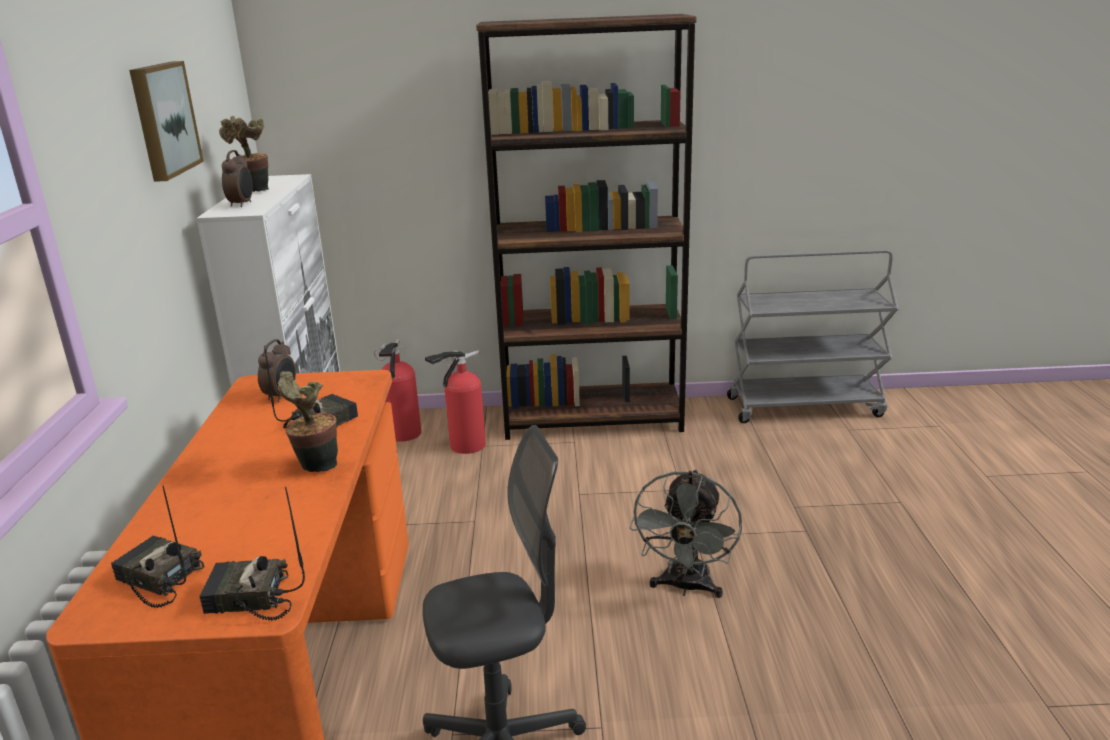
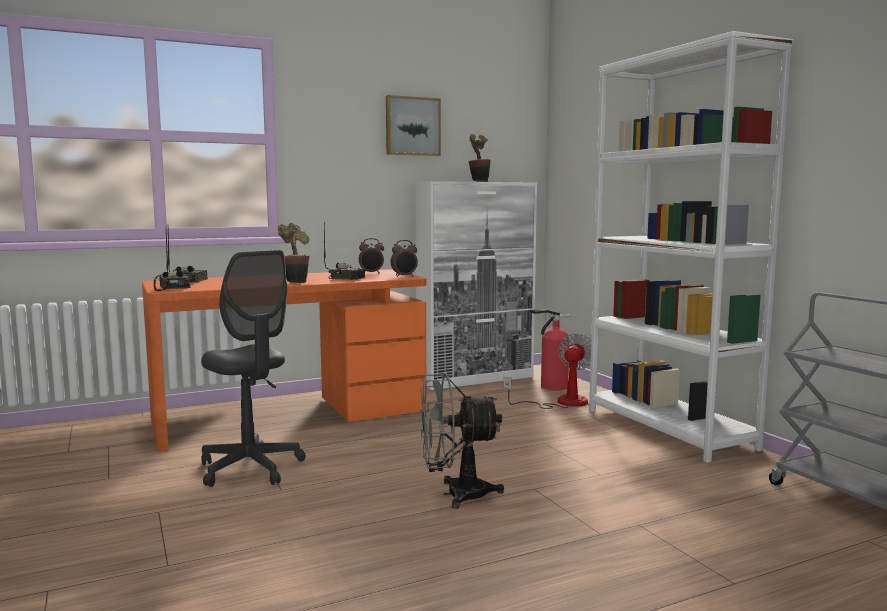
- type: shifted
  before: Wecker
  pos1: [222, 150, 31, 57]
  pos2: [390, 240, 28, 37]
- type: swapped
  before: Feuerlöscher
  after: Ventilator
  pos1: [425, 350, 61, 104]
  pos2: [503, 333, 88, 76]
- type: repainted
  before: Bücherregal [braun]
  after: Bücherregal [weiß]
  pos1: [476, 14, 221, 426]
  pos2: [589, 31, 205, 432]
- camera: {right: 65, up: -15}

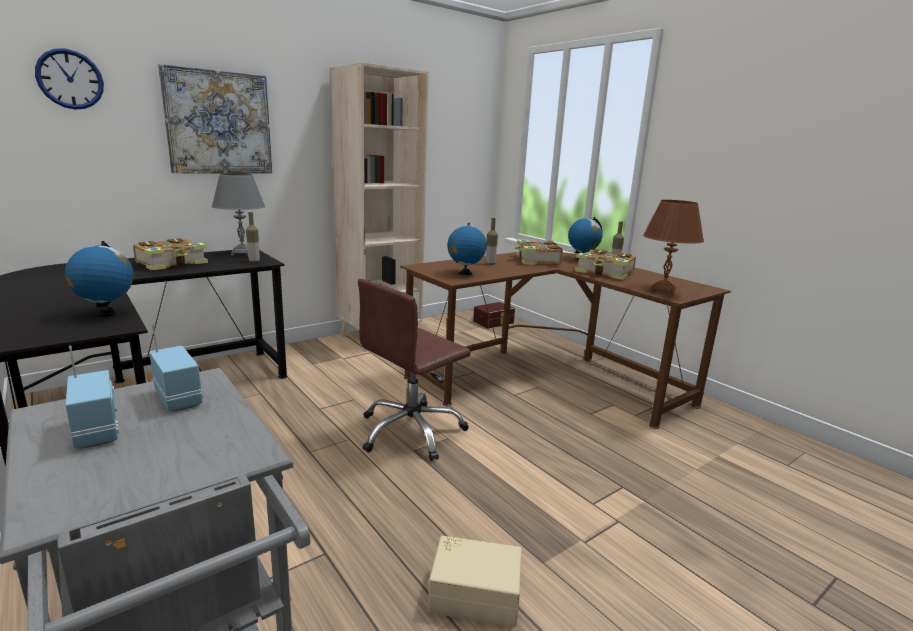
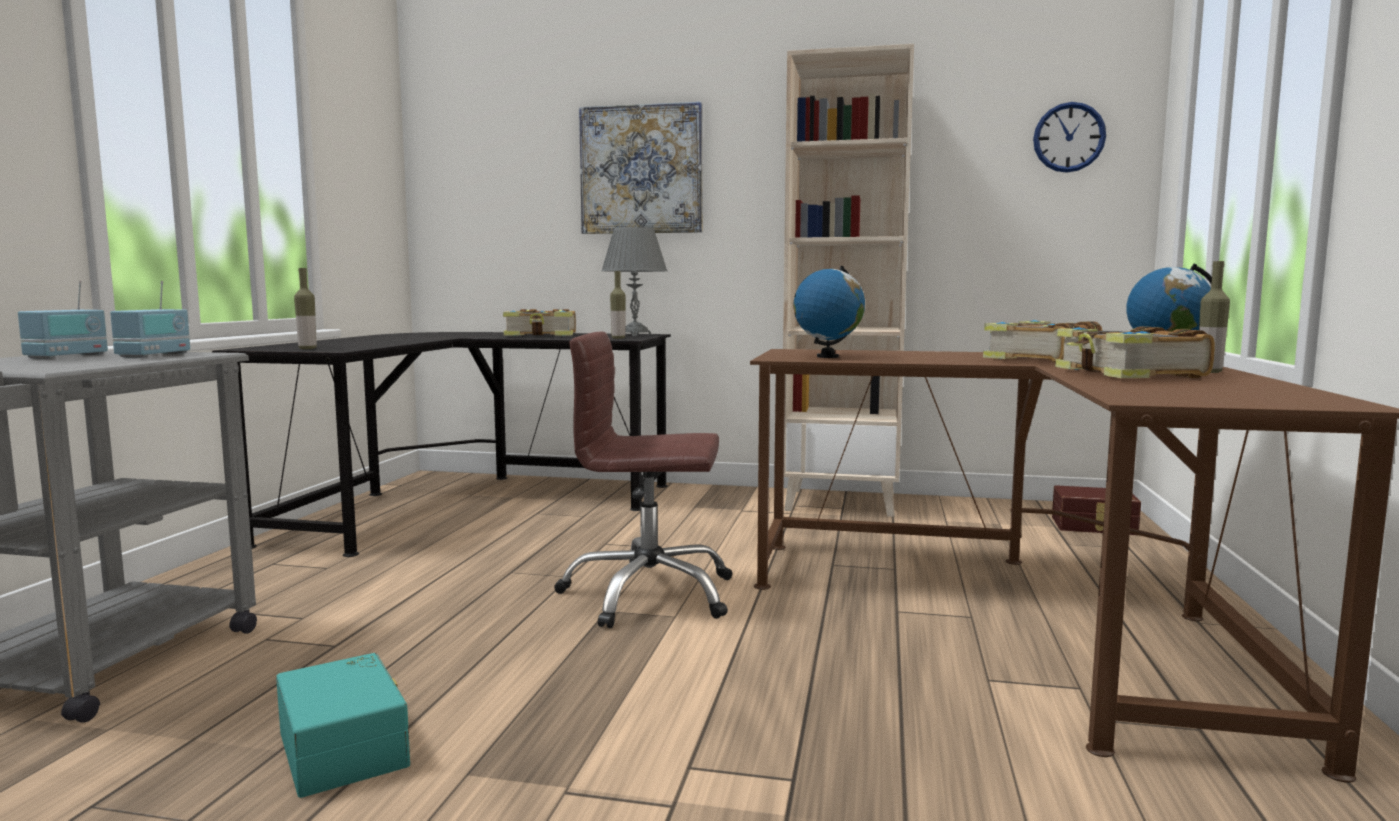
- type: repainted
  before: Aufbewahrungsbox [beige]
  after: Aufbewahrungsbox [türkis]
  pos1: [428, 535, 94, 92]
  pos2: [276, 653, 134, 145]
- type: shifted
  before: Flasche
  pos1: [486, 218, 12, 47]
  pos2: [294, 268, 23, 81]
- type: shifted
  before: Wanduhr
  pos1: [35, 48, 69, 62]
  pos2: [1033, 102, 73, 71]
- type: gone
  before: Globus
  pos1: [65, 241, 69, 76]
- type: gone
  before: Tischlampe [braun]
  pos1: [643, 200, 61, 95]
- camera: {right: 50, up: -10}

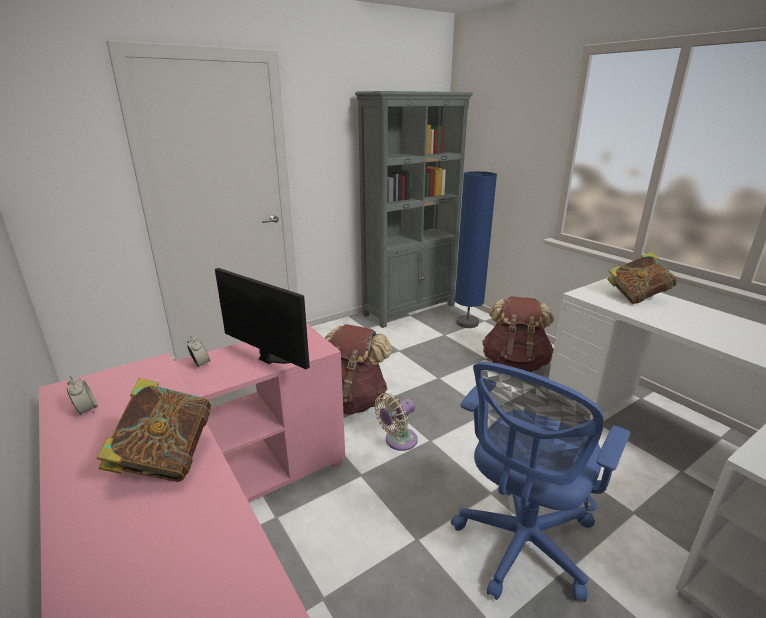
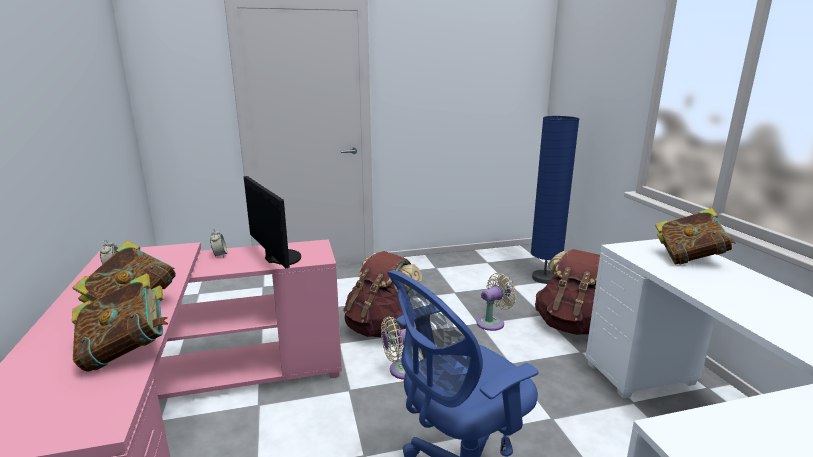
- type: new
  after: Buch
  pos2: [72, 273, 97, 99]
- type: new
  after: Ventilator [beige]
  pos2: [477, 273, 40, 58]
- type: gone
  before: Bücherregal [grau]
  pos1: [355, 91, 118, 237]
- camera: {right: 20, up: -5}

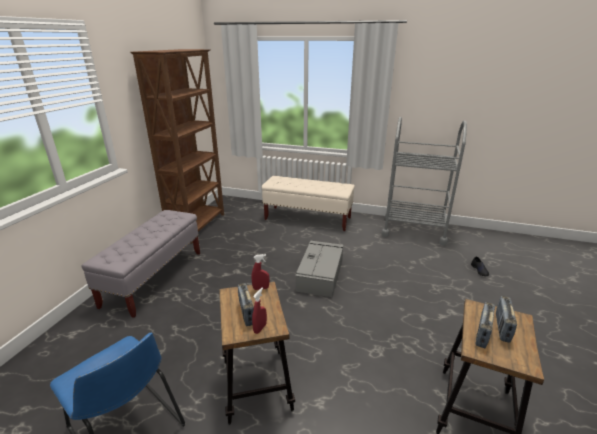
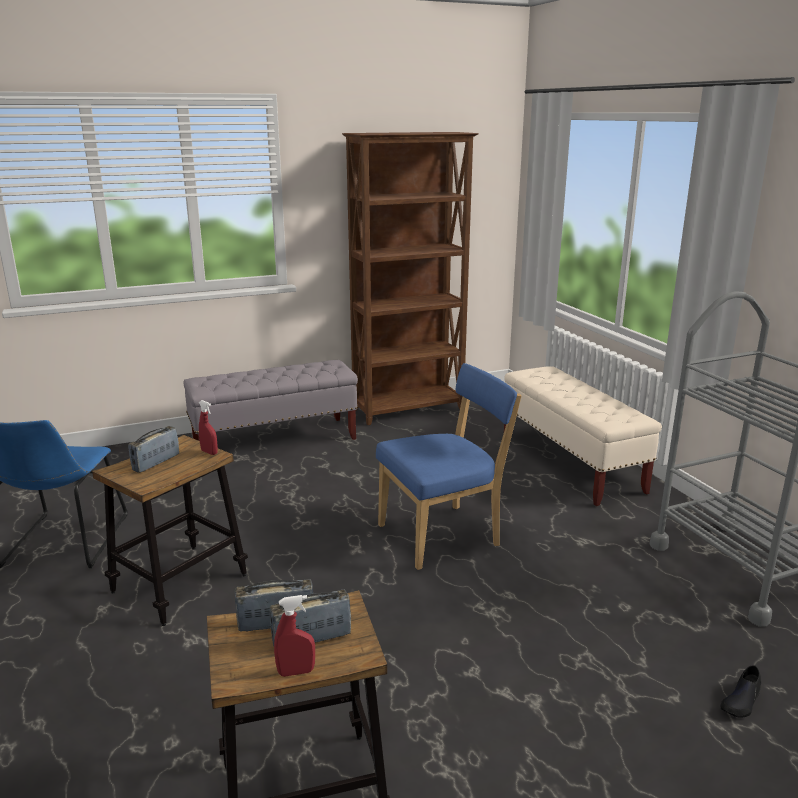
- type: shifted
  before: Sprühflasche [rot]
  pos1: [252, 288, 15, 46]
  pos2: [274, 595, 41, 82]
- type: swapped
  before: Aufbewahrungsbox [grau]
  after: Stuhl [blau]
  pos1: [296, 241, 48, 56]
  pos2: [376, 363, 145, 207]
- camera: {right: 50, up: -5}

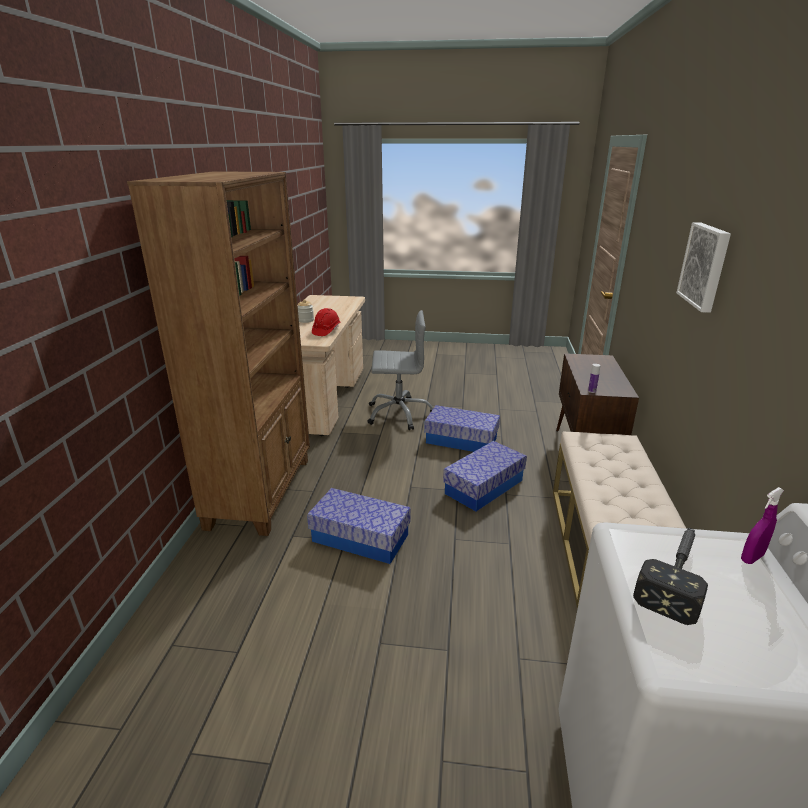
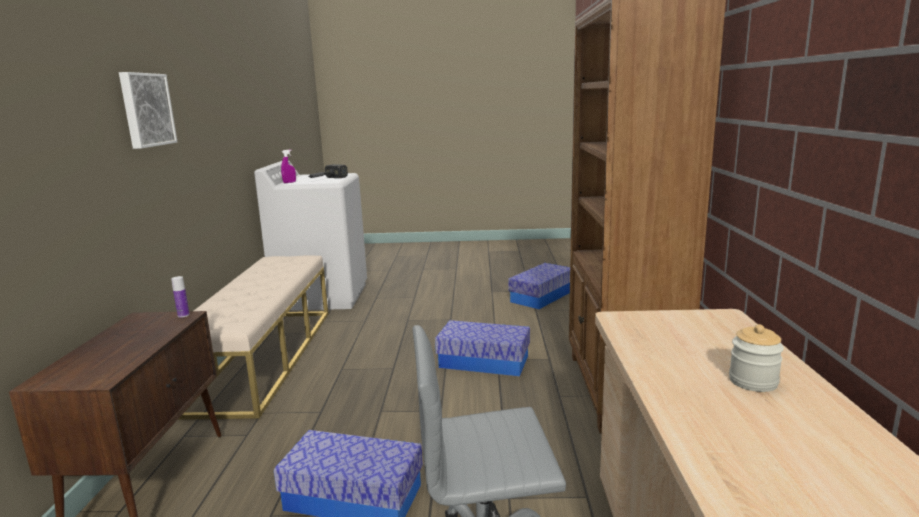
- type: shifted
  before: Aufbewahrungsbox
  pos1: [443, 441, 84, 71]
  pos2: [508, 263, 62, 46]
- type: gone
  before: Schutzhelm [rot]
  pos1: [312, 308, 29, 28]
- camera: {right: 175, up: -10}

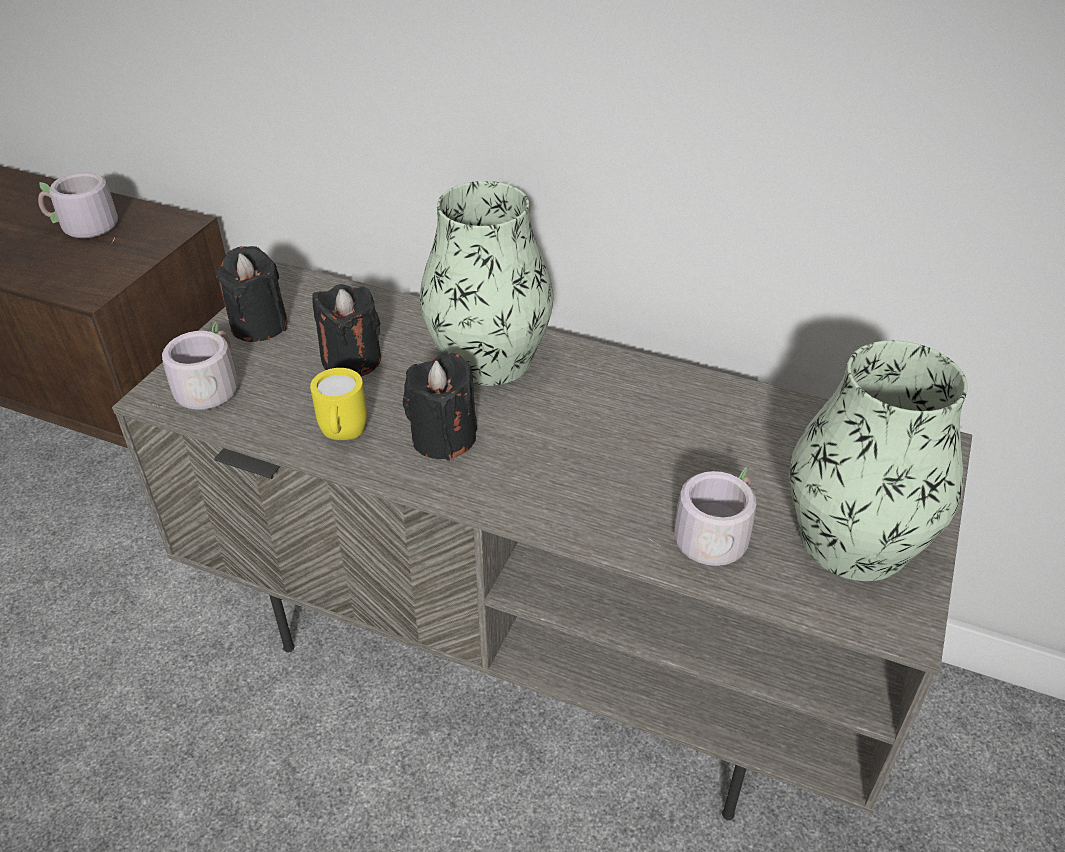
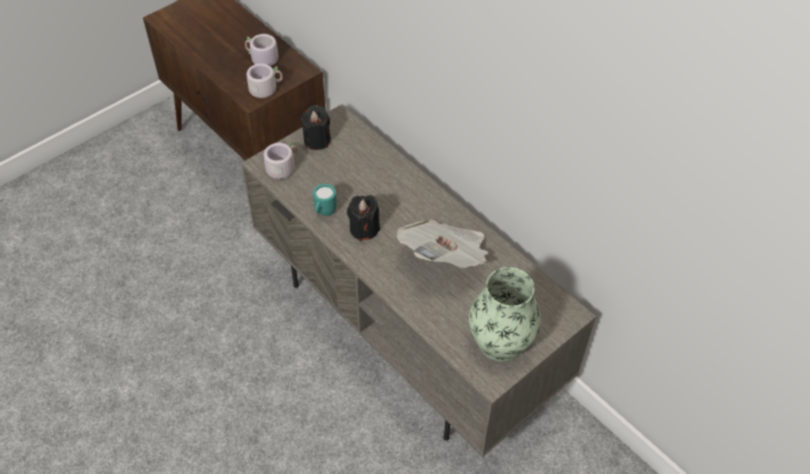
- type: shifted
  before: Henkelbecher [grau]
  pos1: [649, 467, 107, 99]
  pos2: [244, 64, 39, 34]
- type: repainted
  before: Henkelbecher [gelb]
  after: Henkelbecher [türkis]
  pos1: [310, 368, 57, 72]
  pos2: [313, 184, 24, 32]
- type: new
  after: Zeitung
  pos2: [397, 219, 91, 49]
- type: gone
  before: Kerze [schwarz]
  pos1: [312, 284, 69, 92]
- type: gone
  before: Vase
  pos1: [419, 181, 134, 205]
- camera: {right: 25, up: 10}

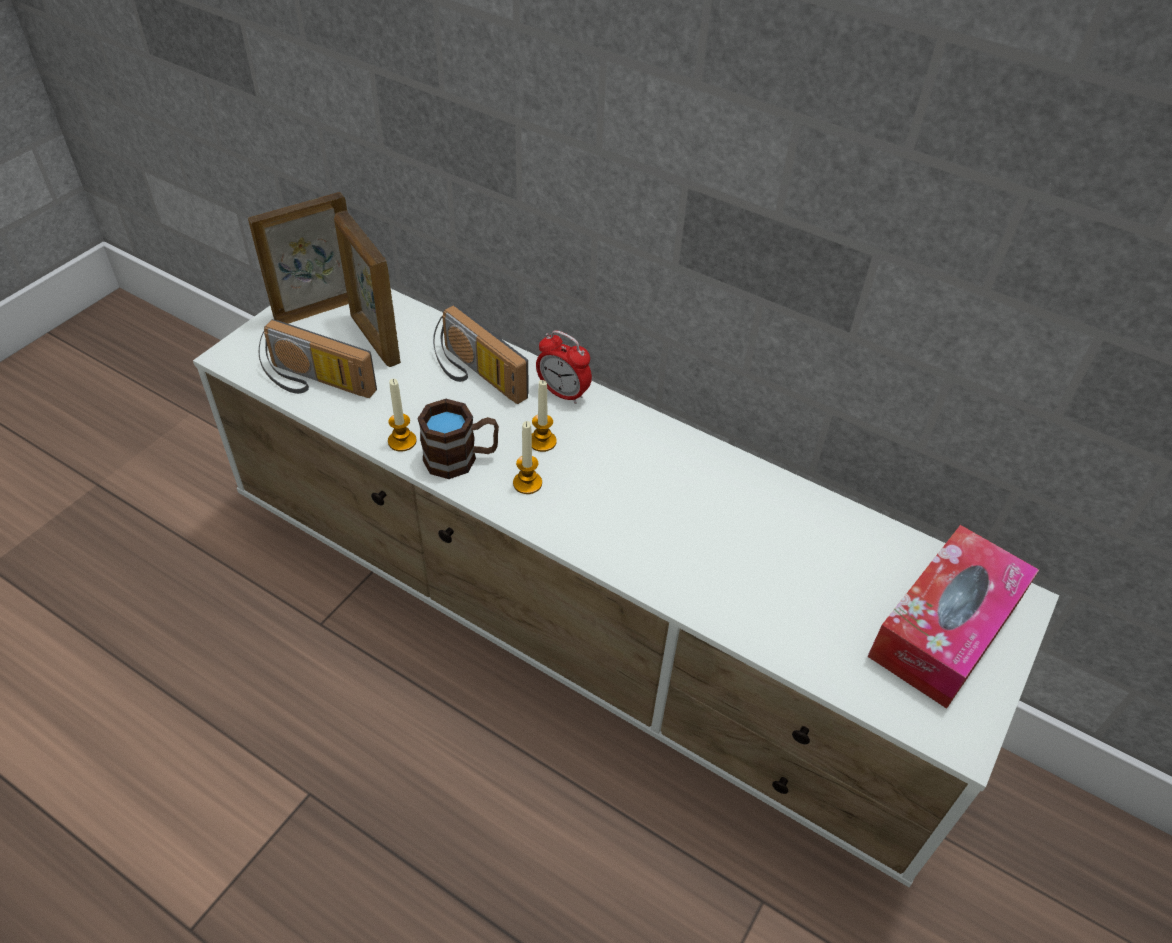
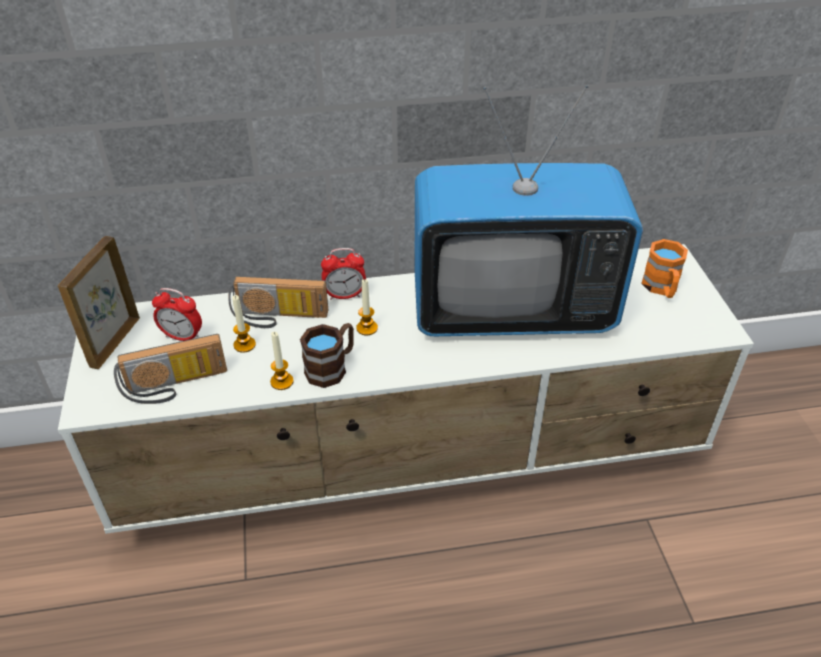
- type: swapped
  before: Bilderrahmen
  after: Wecker
  pos1: [334, 211, 67, 156]
  pos2: [152, 288, 50, 53]
- type: shifted
  before: Kerze
  pos1: [513, 421, 29, 73]
  pos2: [232, 295, 24, 58]
- type: new
  after: Fernseher
  pos2: [415, 85, 228, 251]
- type: swapped
  before: Taschentuchbox
  after: Henkelbecher [orange]
  pos1: [867, 525, 172, 184]
  pos2: [641, 239, 47, 59]
- camera: {right: -40, up: -5}

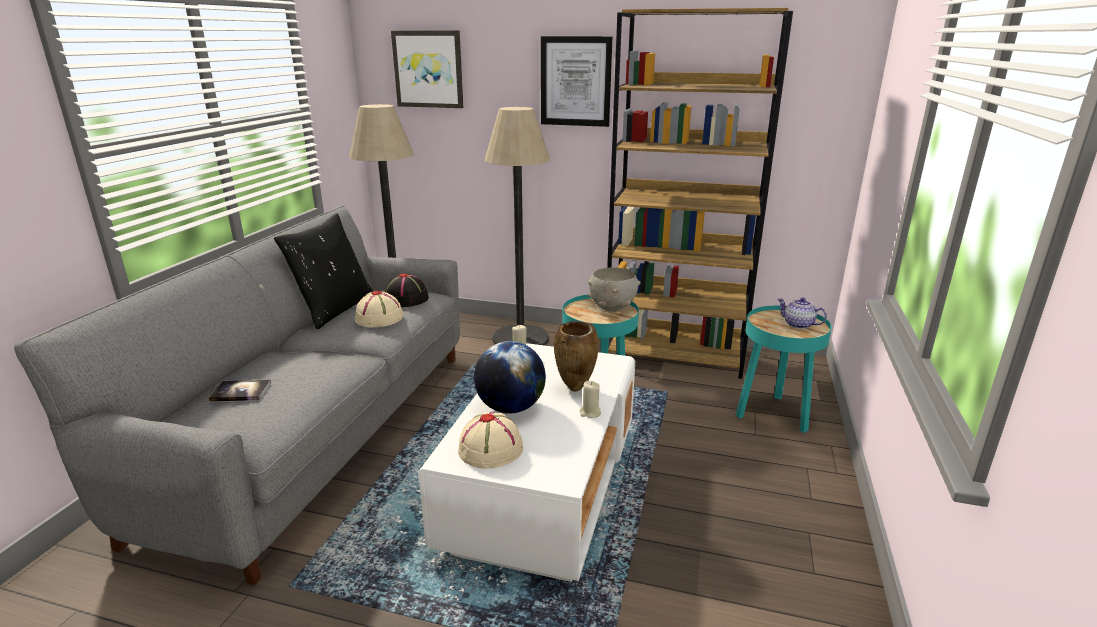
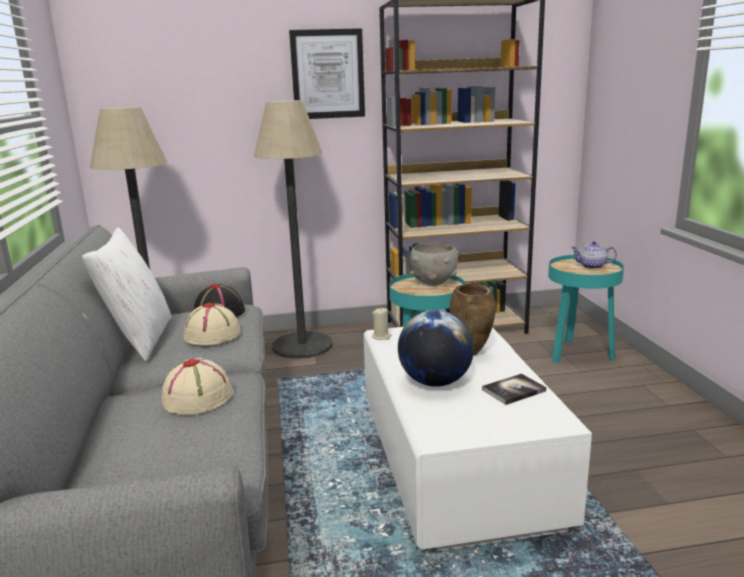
- type: repainted
  before: Kissen [schwarz]
  after: Kissen [weiß]
  pos1: [274, 213, 99, 117]
  pos2: [82, 228, 90, 133]
- type: shifted
  before: Hut [beige]
  pos1: [458, 412, 65, 57]
  pos2: [162, 358, 72, 57]
- type: shifted
  before: Buch
  pos1: [209, 379, 62, 23]
  pos2: [482, 374, 65, 31]
- type: gone
  before: Bild
  pos1: [391, 30, 73, 78]
- type: gone
  before: Kerze [beige]
  pos1: [580, 381, 21, 37]
- camera: {right: -25, up: -5}

